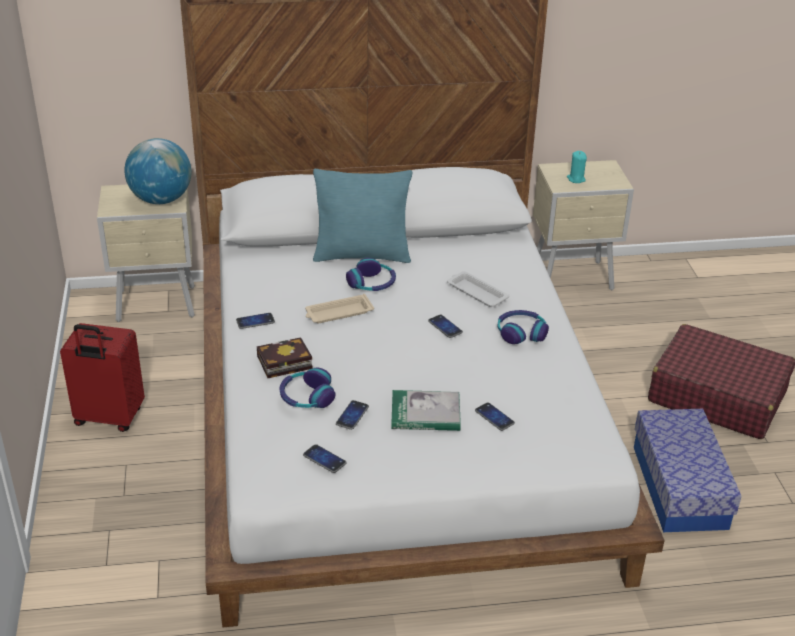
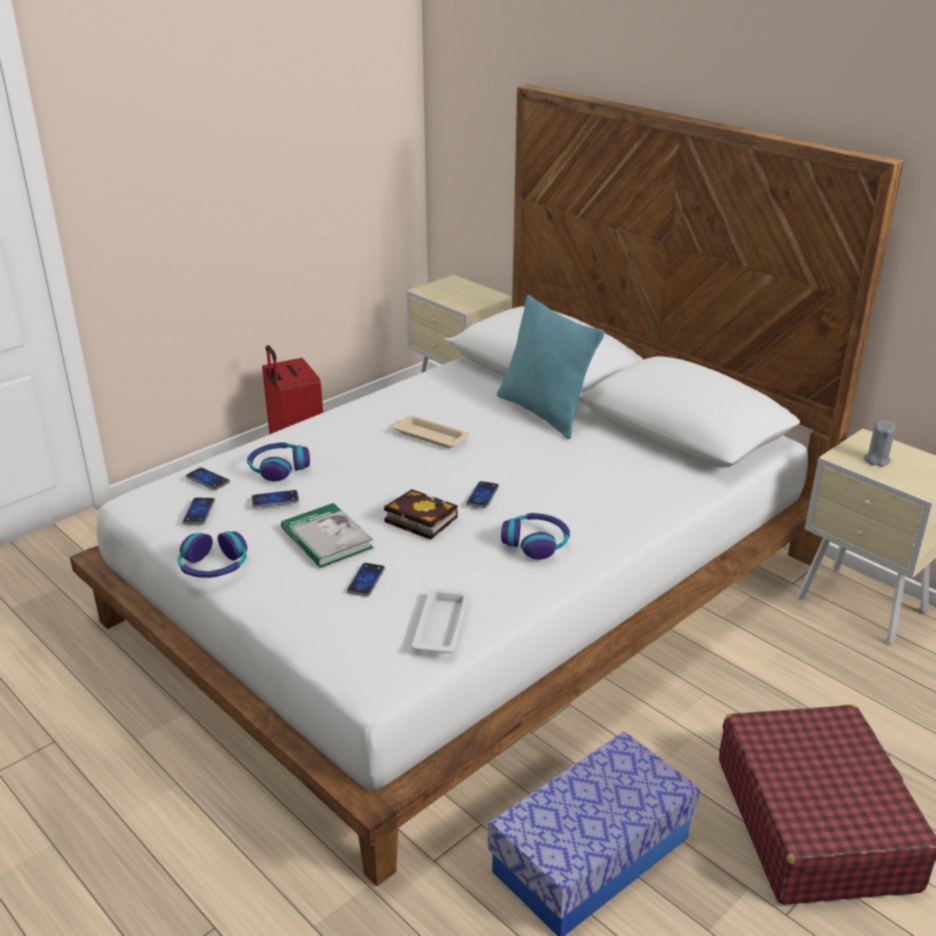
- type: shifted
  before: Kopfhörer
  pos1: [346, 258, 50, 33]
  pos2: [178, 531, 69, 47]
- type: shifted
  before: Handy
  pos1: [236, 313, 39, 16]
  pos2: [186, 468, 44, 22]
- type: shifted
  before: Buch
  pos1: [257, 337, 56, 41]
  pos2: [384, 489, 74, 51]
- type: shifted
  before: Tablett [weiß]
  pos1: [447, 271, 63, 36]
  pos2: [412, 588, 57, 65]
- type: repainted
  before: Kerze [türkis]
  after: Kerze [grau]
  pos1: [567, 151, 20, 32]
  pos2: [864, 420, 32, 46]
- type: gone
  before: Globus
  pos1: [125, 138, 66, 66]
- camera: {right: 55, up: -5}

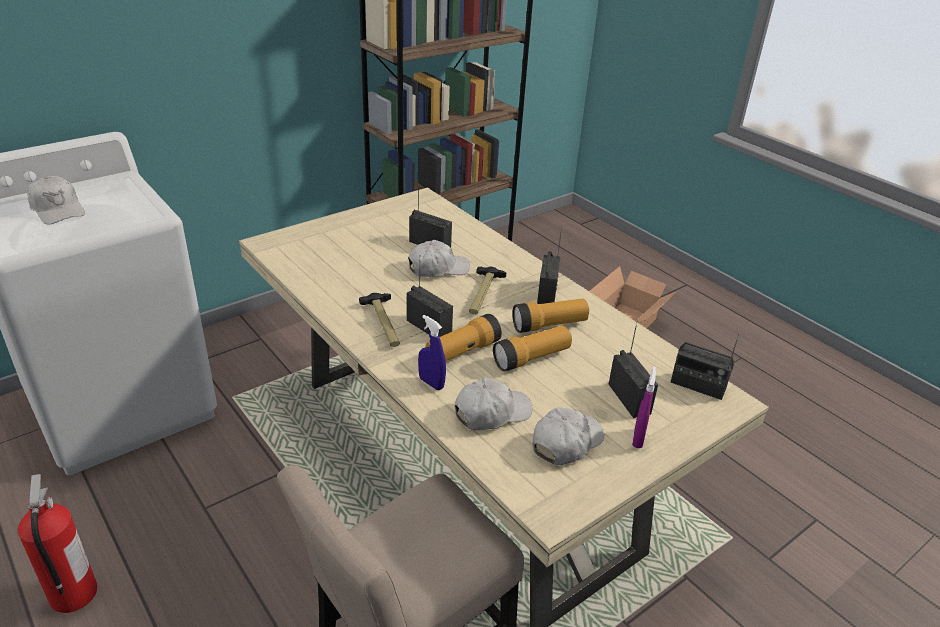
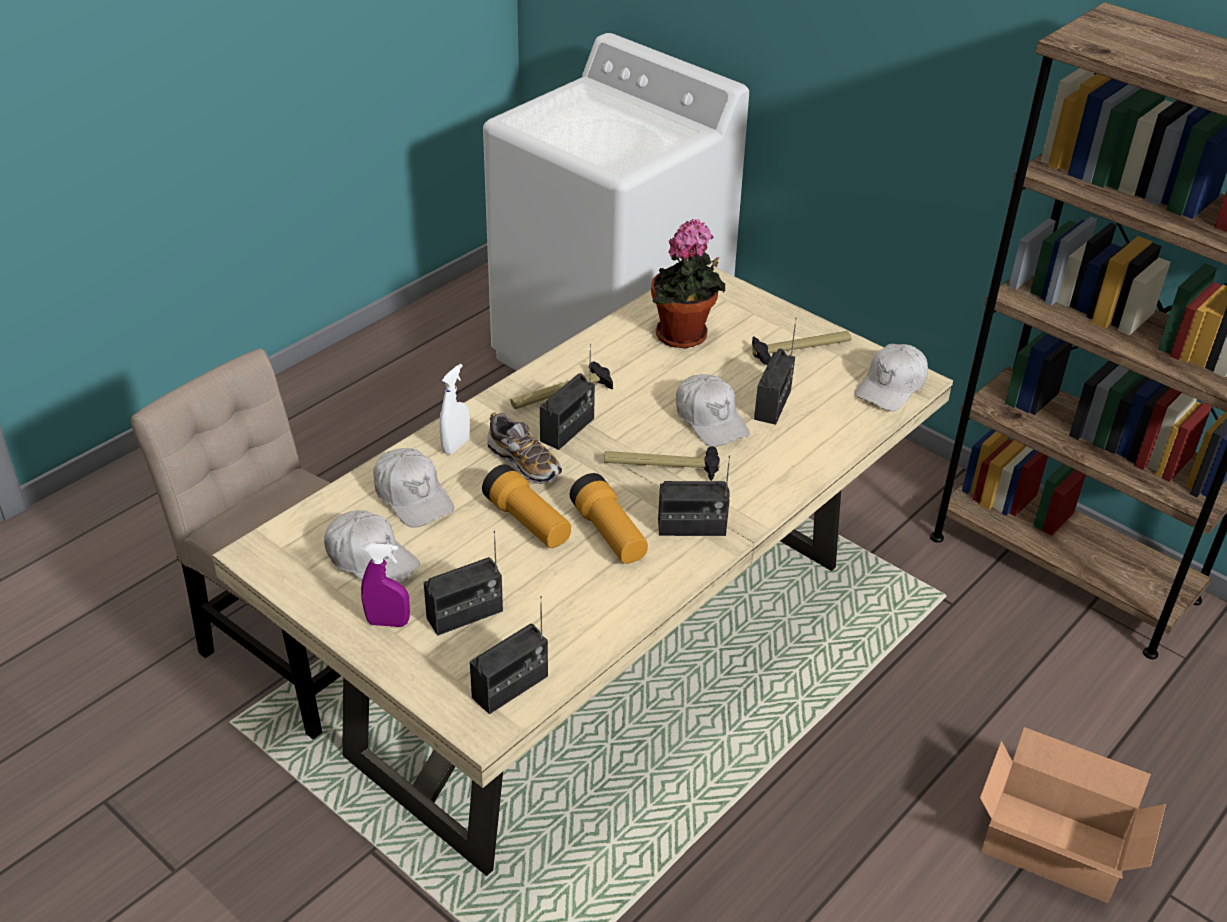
- type: repainted
  before: Sprühflasche [blau]
  after: Sprühflasche [weiß]
  pos1: [418, 315, 28, 75]
  pos2: [439, 364, 31, 91]
- type: rotated
  before: Radio
  pos1: [671, 334, 68, 66]
  pos2: [470, 596, 78, 118]
  turn: -150
- type: swapped
  before: Taschenlampe
  after: Schuh
  pos1: [426, 314, 76, 47]
  pos2: [487, 412, 75, 72]
- type: new
  after: Topfpflanze
  pos2: [651, 219, 74, 130]
- type: new
  after: Hammer
  pos2: [752, 331, 99, 34]
- type: shifted
  before: Kappe [weiß]
  pos1: [27, 176, 58, 49]
  pos2: [854, 344, 74, 67]
- type: gone
  before: Feuerlöscher
  pos1: [18, 474, 79, 139]
- camera: {right: 80, up: 5}

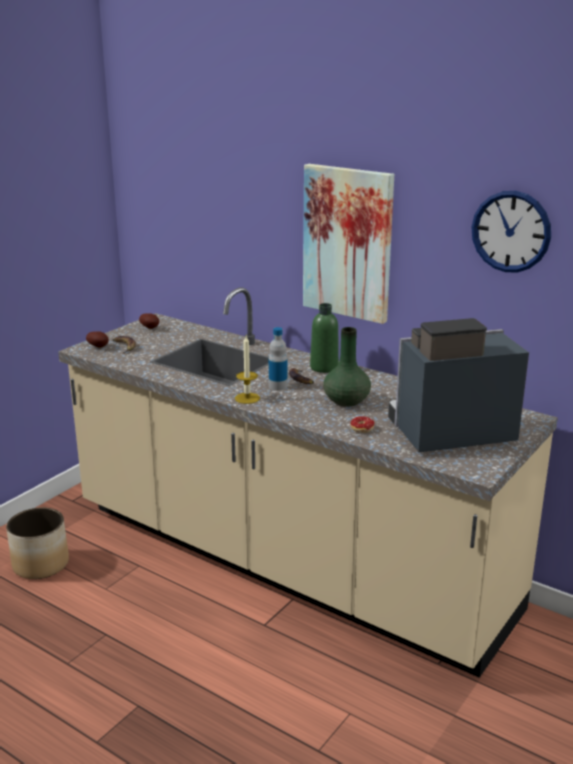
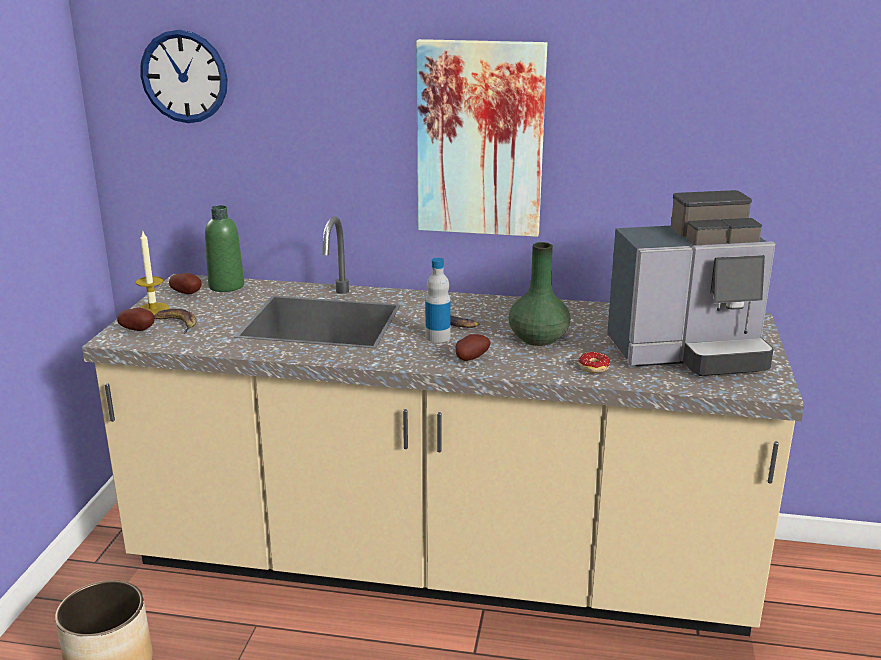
- type: shifted
  before: Kerze
  pos1: [235, 336, 25, 68]
  pos2: [136, 232, 33, 83]
- type: shifted
  before: Wanduhr
  pos1: [472, 191, 79, 81]
  pos2: [140, 30, 88, 93]
- type: shifted
  before: Flasche [grün]
  pos1: [310, 303, 29, 70]
  pos2: [205, 205, 39, 87]
- type: new
  after: Kartoffel
  pos2: [456, 334, 35, 27]
- type: rotated
  before: Kaffeemaschine
  pos1: [388, 318, 141, 134]
  pos2: [607, 190, 169, 186]
  turn: -150
- camera: {right: -25, up: 0}

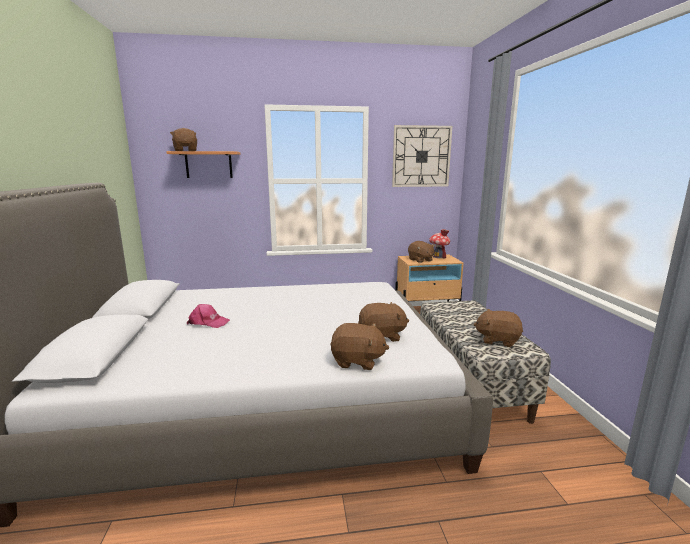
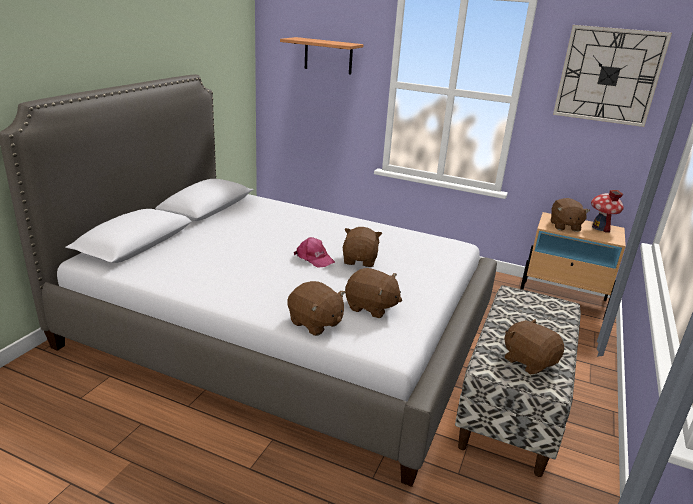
- type: shifted
  before: Kappe [rosa]
  pos1: [187, 304, 43, 24]
  pos2: [294, 237, 41, 31]
- type: shifted
  before: Plüschtier [braun]
  pos1: [170, 128, 27, 23]
  pos2: [343, 227, 39, 40]
- camera: {right: 30, up: 10}

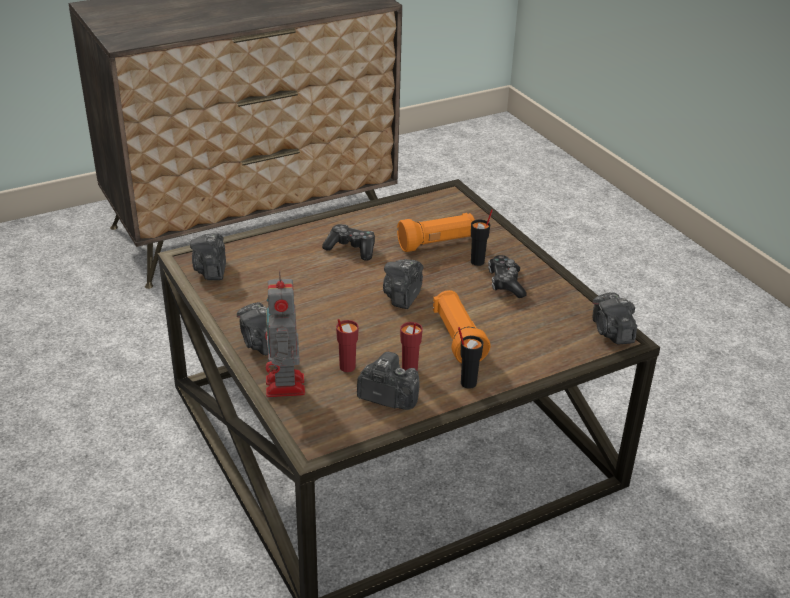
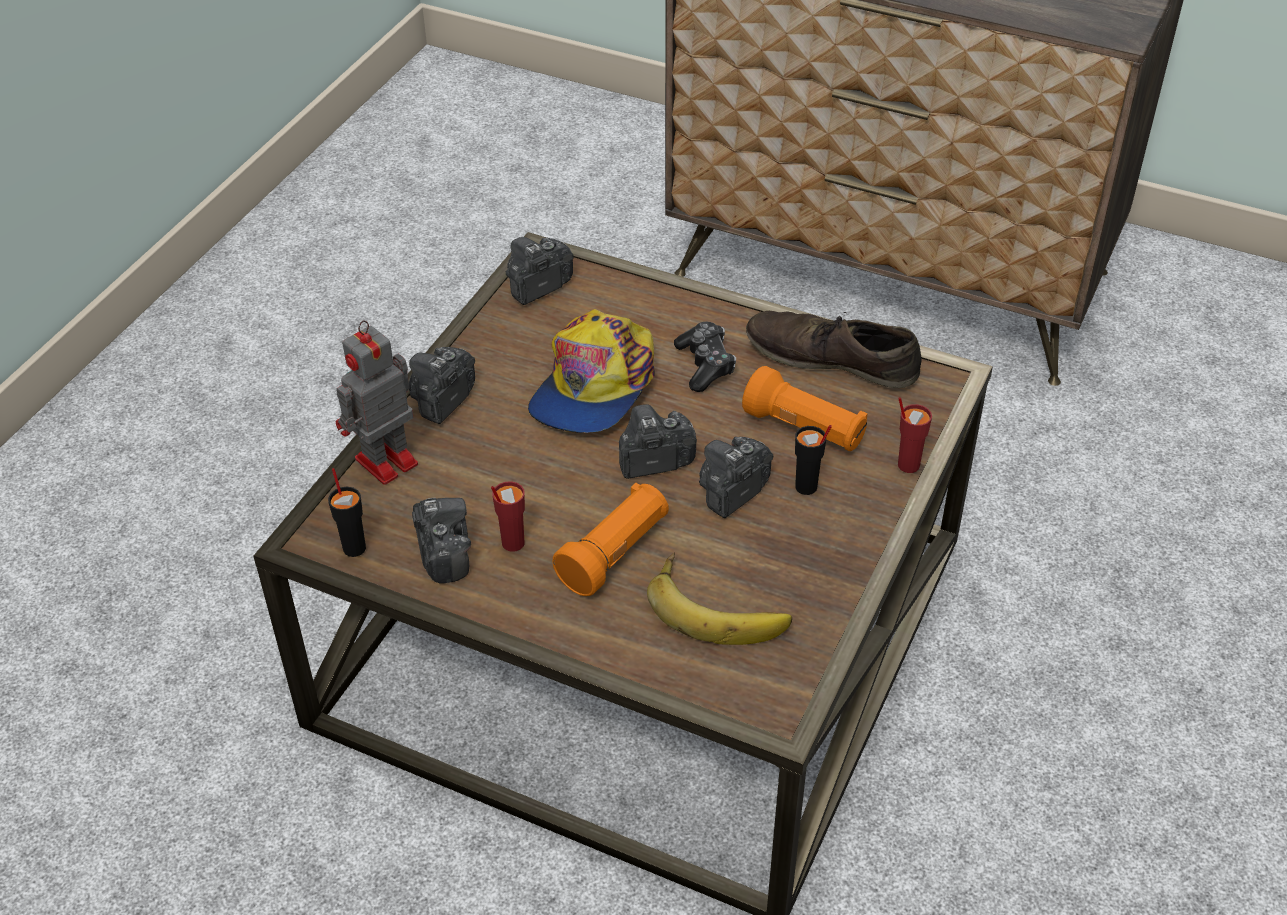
- type: shifted
  before: Tasse [schwarz]
  pos1: [458, 327, 25, 62]
  pos2: [328, 468, 38, 89]
- type: new
  after: Kappe
  pos2: [528, 309, 127, 124]
- type: new
  after: Banane
  pos2: [647, 552, 145, 93]
- type: shifted
  before: Kamera
  pos1: [593, 293, 44, 52]
  pos2: [699, 437, 74, 81]
- type: new
  after: Schuh [braun]
  pos2: [746, 311, 175, 77]
- type: shifted
  before: Tasse [rot]
  pos1: [336, 319, 23, 53]
  pos2: [898, 397, 34, 76]
- type: gone
  before: Gamepad
  pos1: [488, 255, 39, 43]
- camera: {right: 55, up: 10}

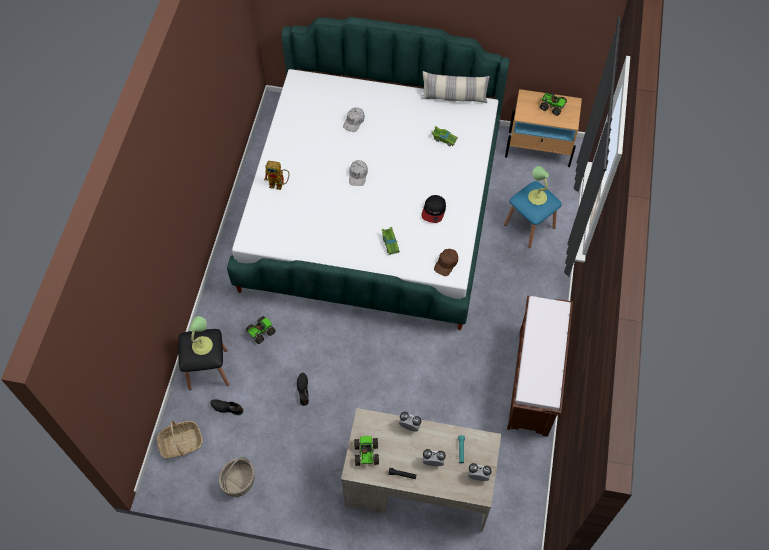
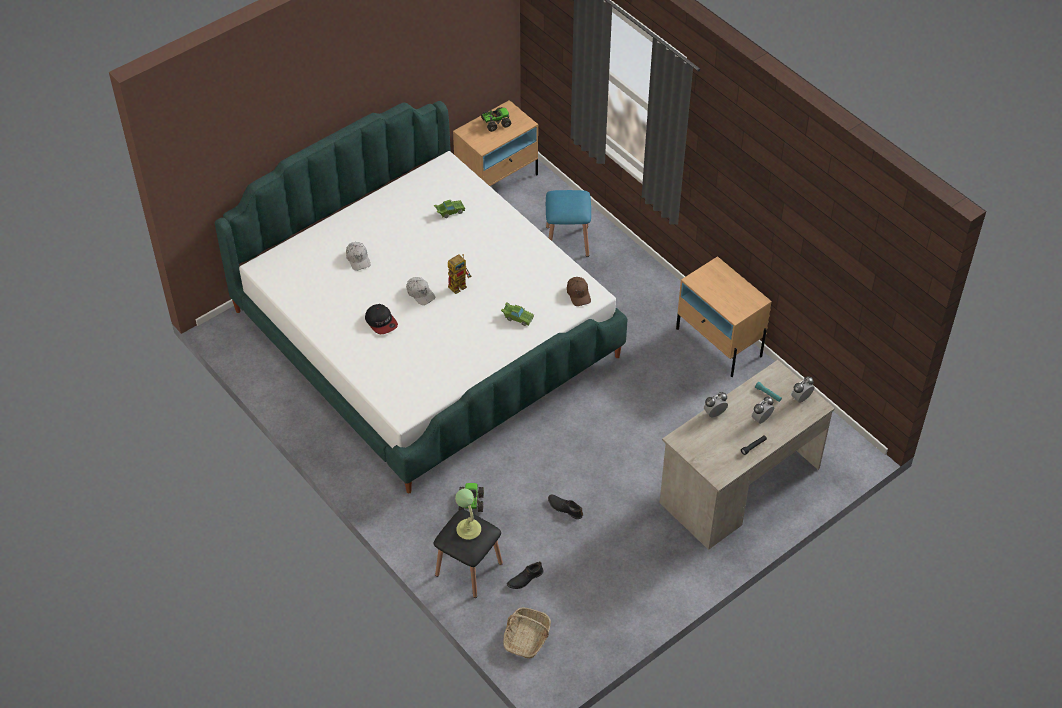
- type: shifted
  before: Kappe
  pos1: [422, 195, 24, 28]
  pos2: [365, 304, 33, 30]
- type: shifted
  before: Spielzeugroboter
  pos1: [264, 161, 25, 29]
  pos2: [448, 254, 23, 40]
- type: swapped
  before: Bank [braun]
  after: Nachttisch [beige]
  pos1: [507, 296, 66, 141]
  pos2: [676, 256, 96, 121]
- type: gone
  before: Korb
  pos1: [219, 457, 36, 40]
- type: gone
  before: Spielzeuglaster
  pos1: [354, 436, 25, 30]
- type: gone
  before: Kissen
  pos1: [421, 71, 69, 32]
- type: gone
  before: Tischlampe
  pos1: [528, 166, 21, 39]
- camera: {right: -50, up: -10}

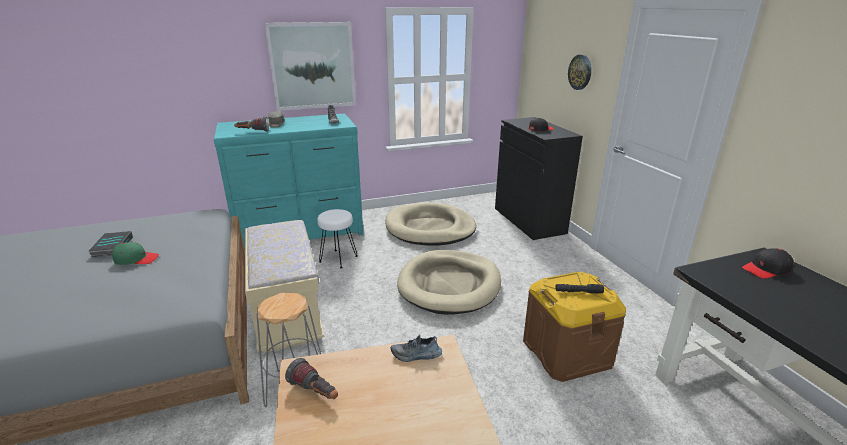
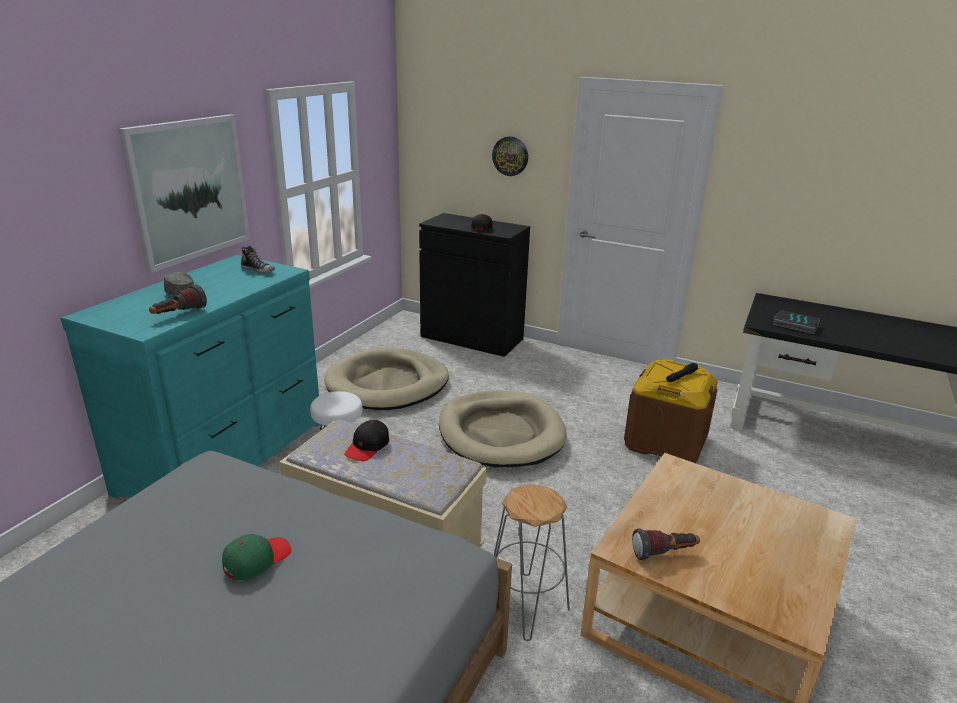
- type: shifted
  before: Kappe [schwarz]
  pos1: [742, 248, 52, 31]
  pos2: [344, 420, 45, 41]
- type: shifted
  before: Buch
  pos1: [89, 231, 44, 26]
  pos2: [773, 310, 47, 24]
- type: gone
  before: Schuh
  pos1: [391, 335, 51, 27]
- camera: {right: -45, up: 0}

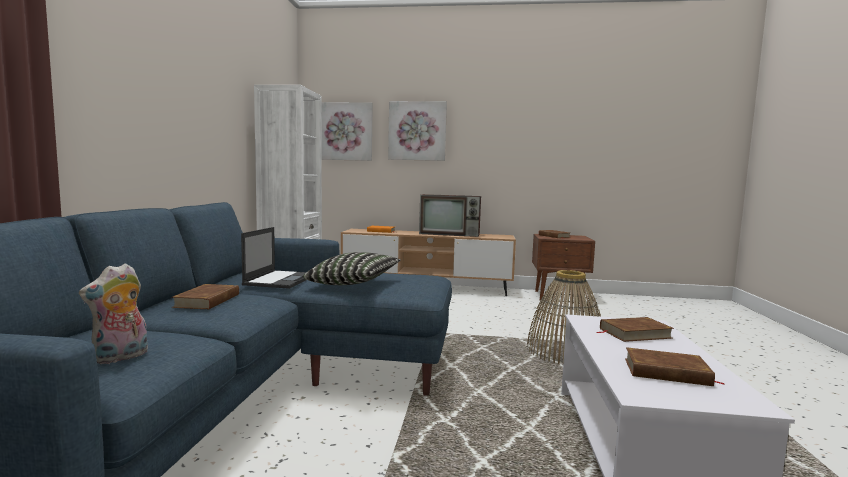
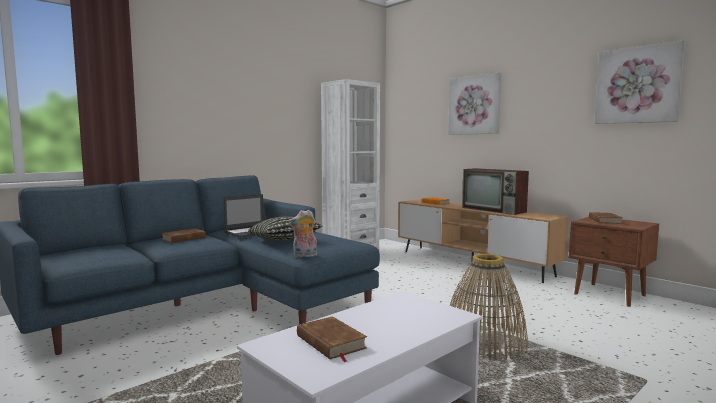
- type: shifted
  before: Plüschtier
  pos1: [79, 263, 69, 101]
  pos2: [289, 210, 28, 48]
- type: shifted
  before: Bild
  pos1: [321, 102, 52, 59]
  pos2: [594, 40, 91, 84]
- type: gone
  before: Buch [braun]
  pos1: [597, 317, 77, 25]
- camera: {right: 40, up: 0}

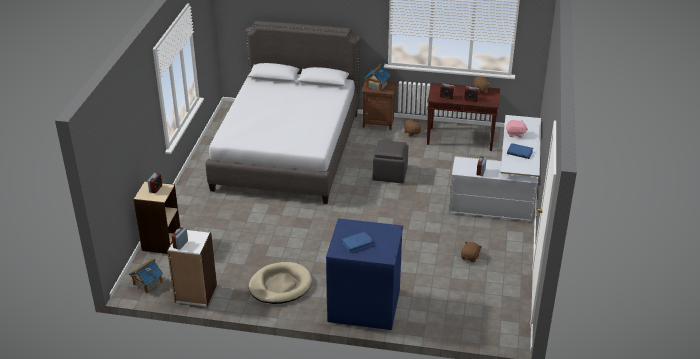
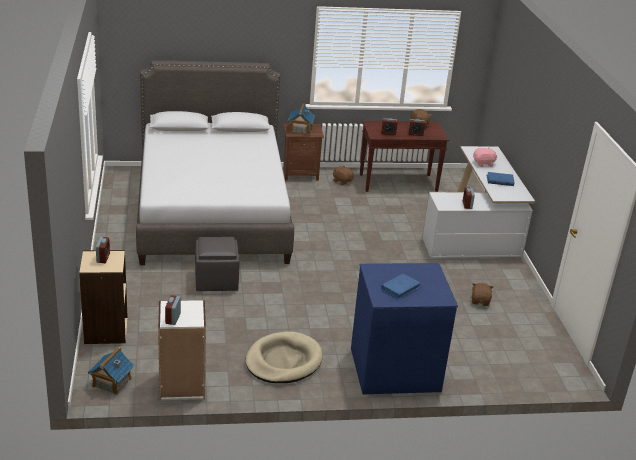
- type: shifted
  before: Polsterhocker [grau]
  pos1: [372, 140, 37, 44]
  pos2: [195, 237, 44, 54]
- camera: {right: -20, up: -5}

